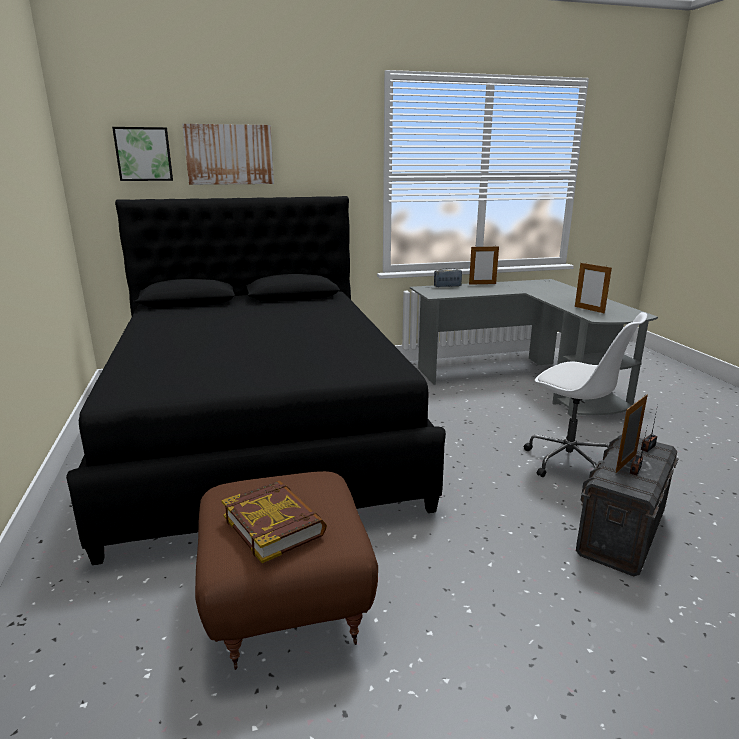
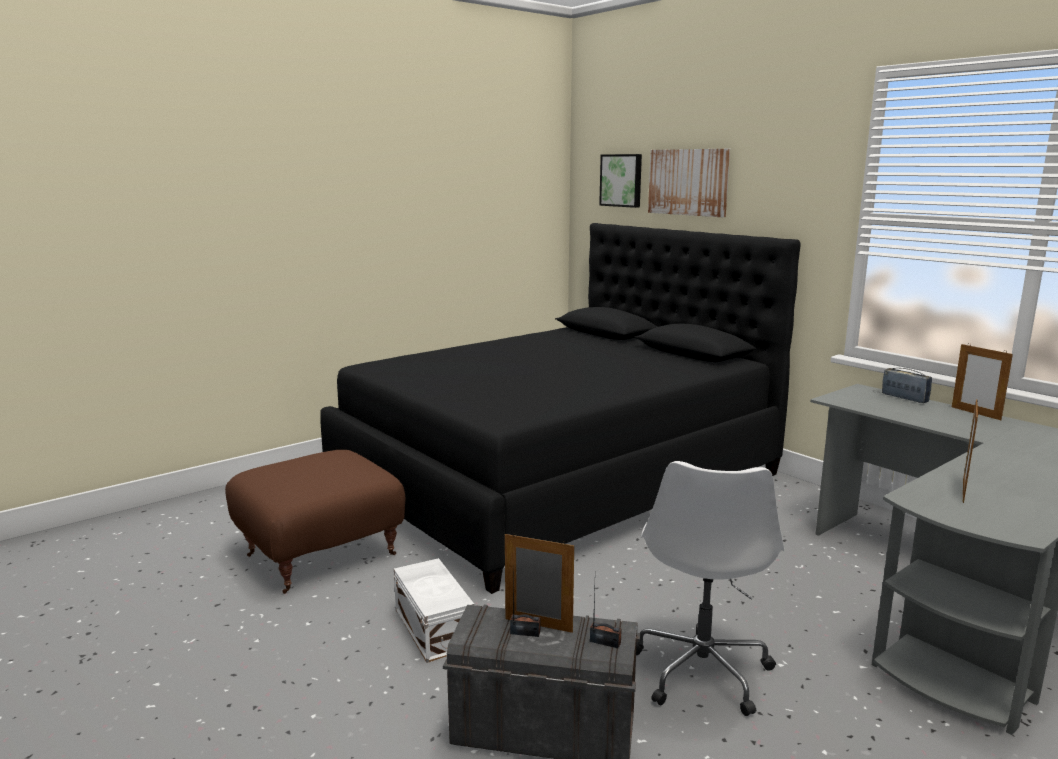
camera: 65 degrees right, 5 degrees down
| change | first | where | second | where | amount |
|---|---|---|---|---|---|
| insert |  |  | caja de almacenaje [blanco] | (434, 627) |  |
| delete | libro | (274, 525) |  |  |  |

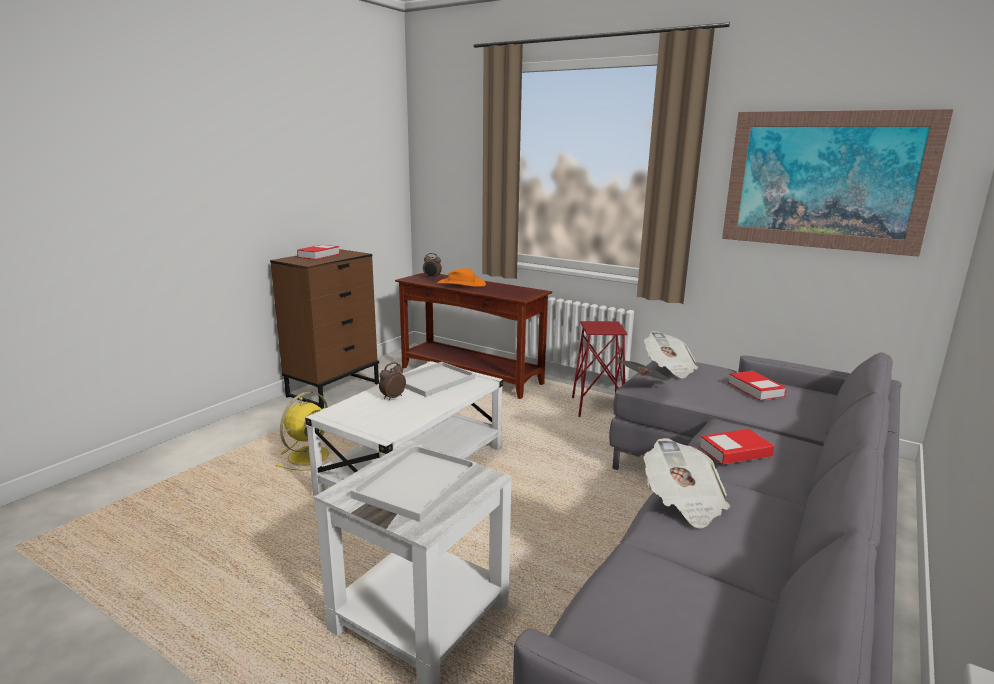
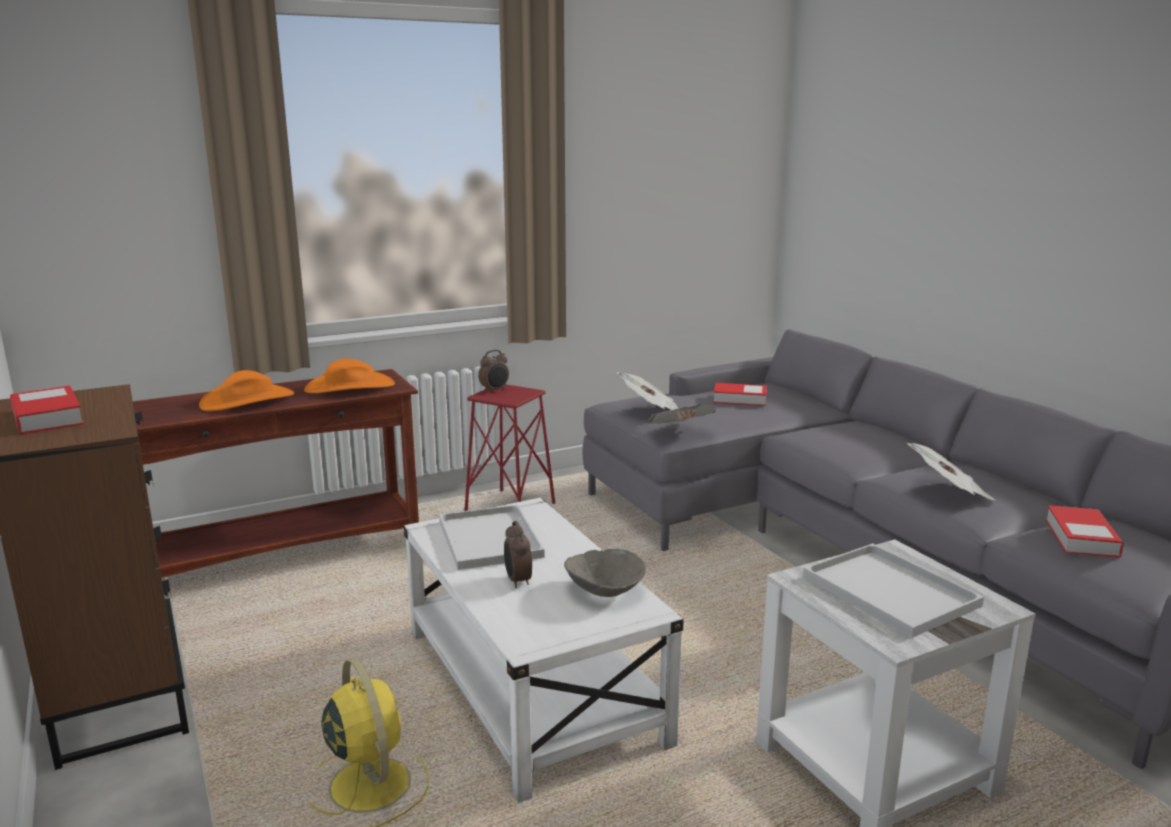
camera: 60 degrees left, 0 degrees up
| change | first | where | second | where | amount |
|---|---|---|---|---|---|
| insert |  |  | sombrero [naranja] | (350, 387) |  |
| move | despertador | (432, 278) |  | (494, 390) |  |
| insert |  |  | cuenco [gris] | (604, 591) |  |
| move | libro | (735, 452) |  | (1081, 538) |  |
| delete | cuadro | (825, 181) |  |  |  |

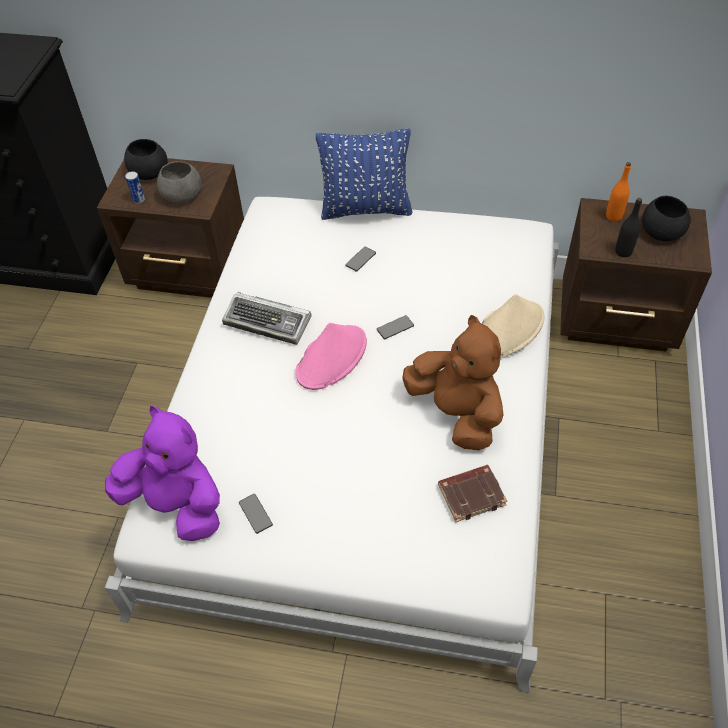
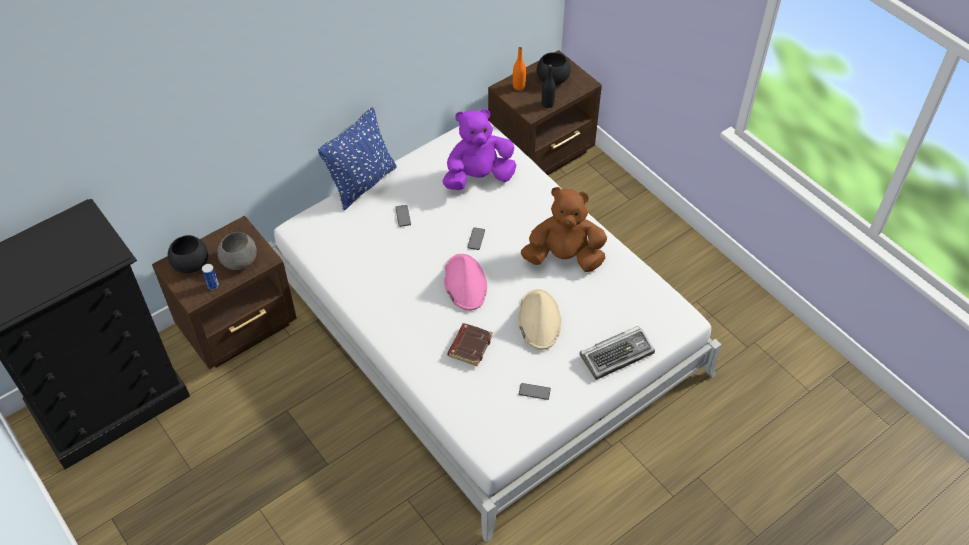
camera: 50 degrees left, 0 degrees up
| change | first | where | second | where | amount |
|---|---|---|---|---|---|
| move | peluche [morado] | (177, 504) |  | (478, 177) |  |
| move | libro [marrón] | (471, 494) |  | (469, 346) |  |
| move | sombrero [beis] | (509, 329) |  | (539, 320) |  |
| move | teclado | (268, 322) |  | (617, 355) |  |

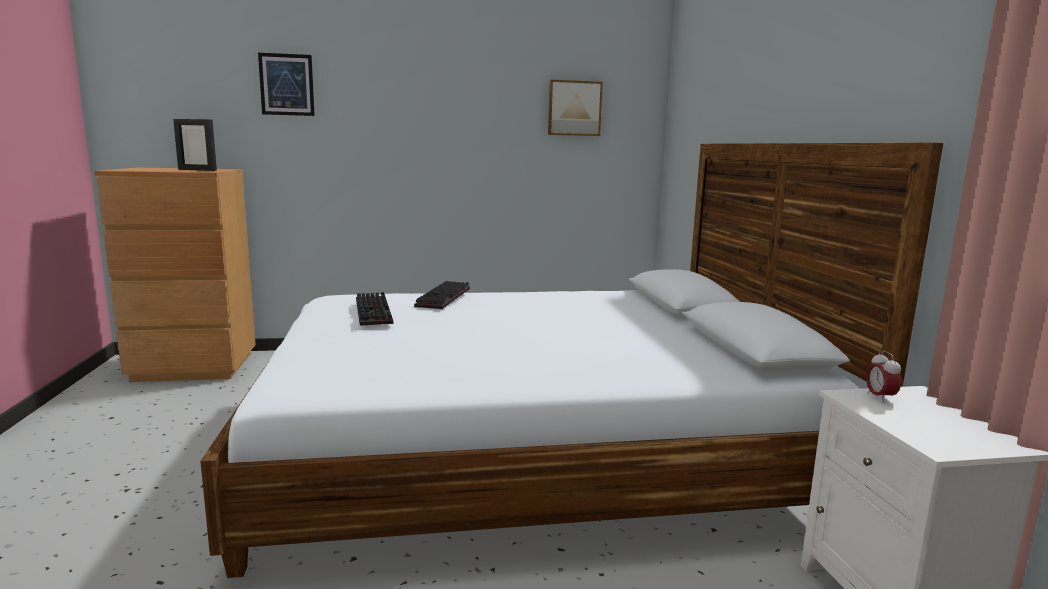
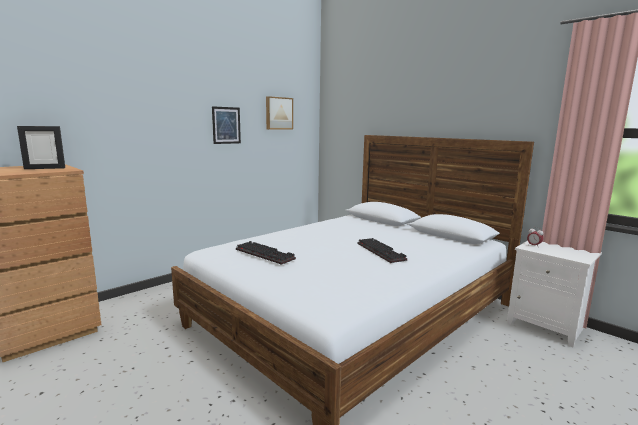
camera: 35 degrees left, 0 degrees up
| change | first | where | second | where | amount |
|---|---|---|---|---|---|
| move | cuadro | (286, 84) |  | (226, 125) |  |
| move | teclado | (445, 298) |  | (382, 252) |  |

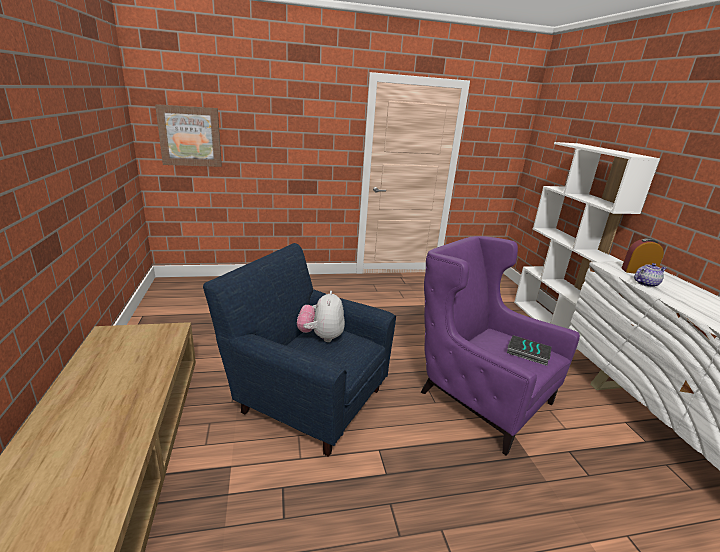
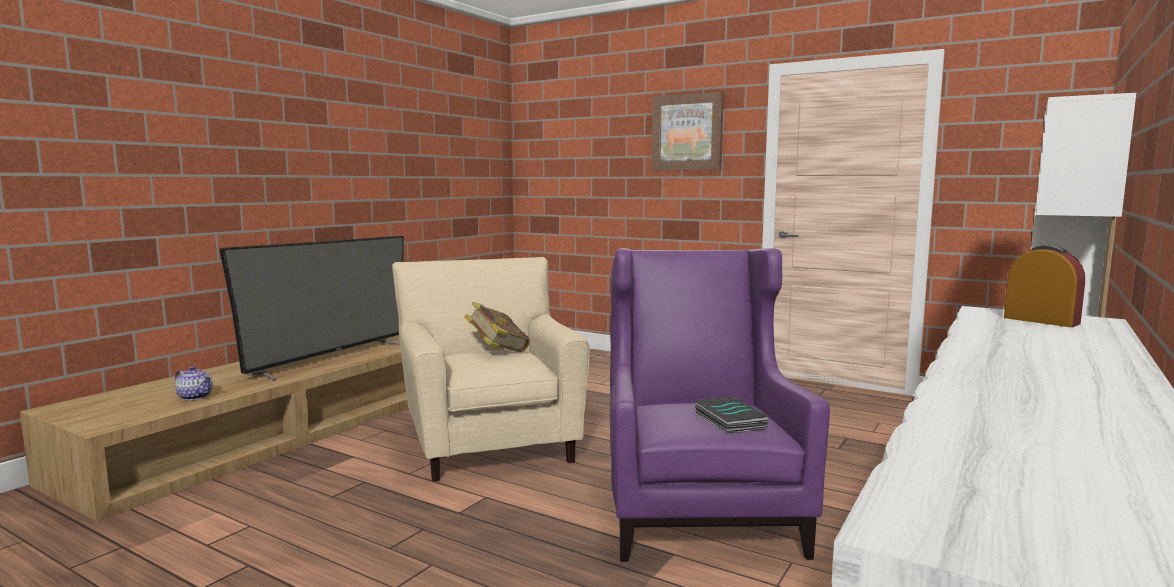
camera: 45 degrees right, 15 degrees down
| change | first | where | second | where | amount |
|---|---|---|---|---|---|
| move | tetera | (645, 283) |  | (195, 397) |  |
| insert |  |  | televisor | (331, 358) |  |
| recolor | sillón [azul] | (308, 399) | sillón [beis] | (490, 444) |  |
| replace | peluche | (321, 336) | libro | (497, 351) |  |
| move | cuadro | (190, 136) |  | (687, 132) |  |

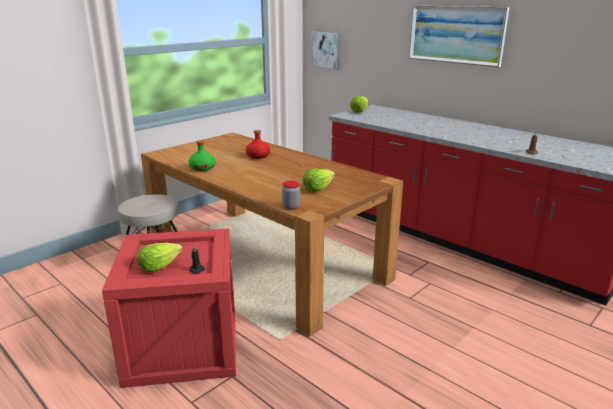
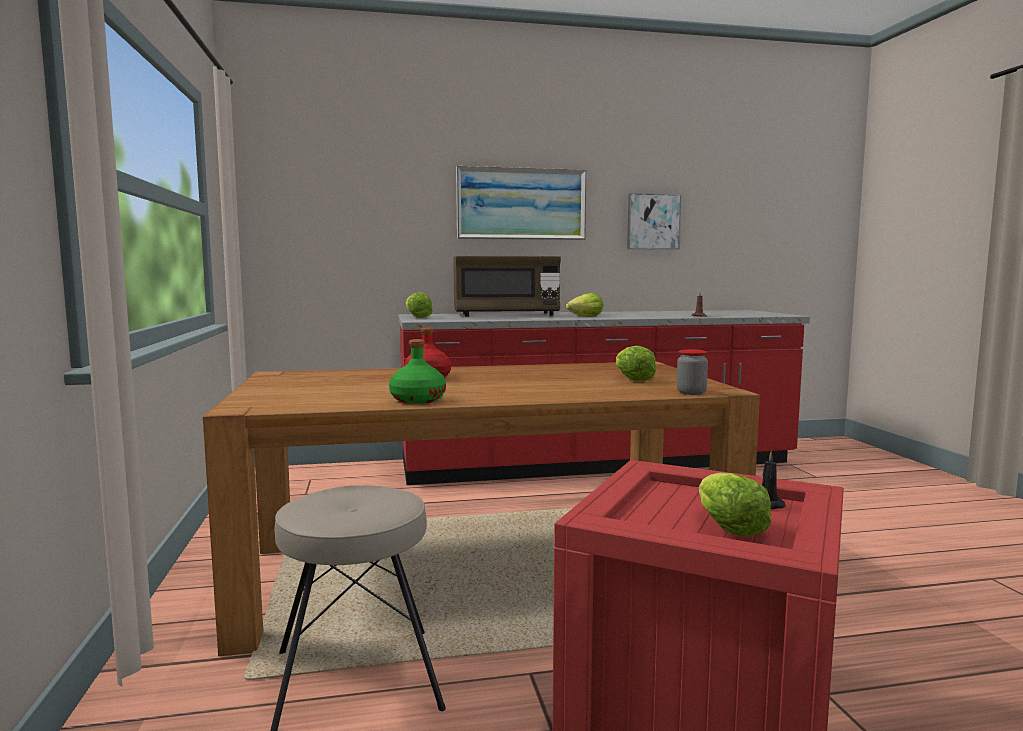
camera: 55 degrees left, 15 degrees down
| change | first | where | second | where | amount |
|---|---|---|---|---|---|
| insert |  |  | microondas [marrón] | (505, 315) |  |
| insert |  |  | lechuga | (585, 317) |  |
| move | cuadro | (326, 50) |  | (653, 221) |  |

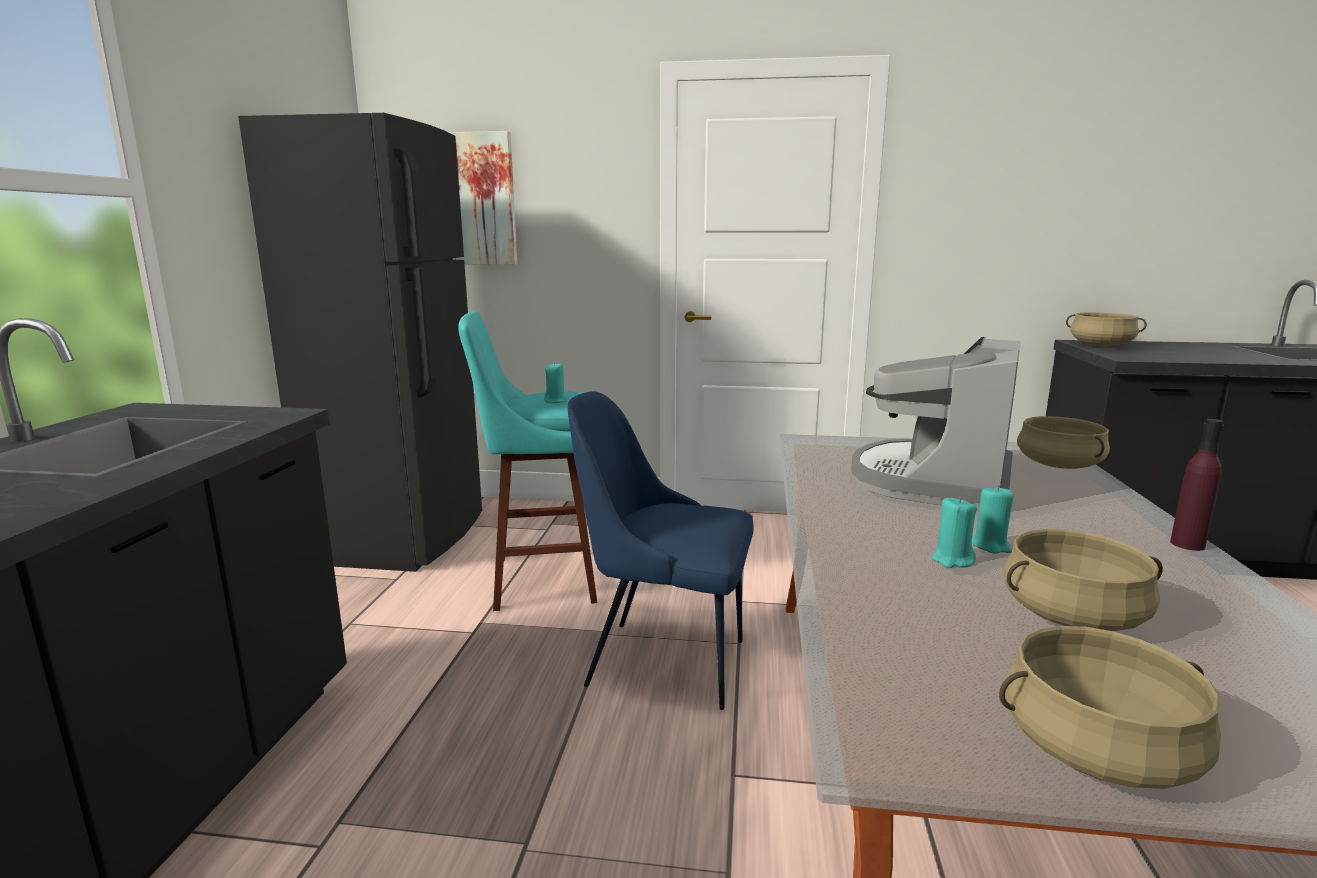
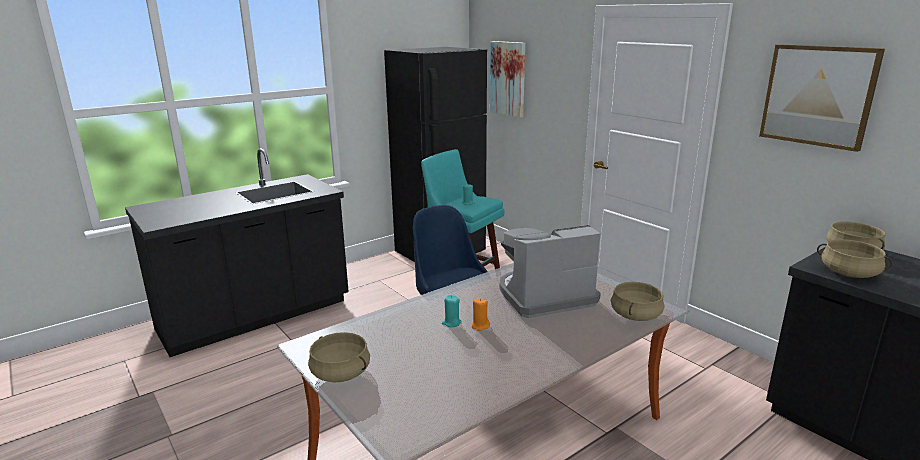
camera: 45 degrees right, 5 degrees up
| change | first | where | second | where | amount |
|---|---|---|---|---|---|
| recolor | vela [turquesa] | (991, 546) | vela [naranja] | (480, 326) |  |
| insert |  |  | cuadro | (818, 95) |  |
| move | olla [beis] | (1072, 617) |  | (849, 273) |  |
| delete | botella [morado] | (1187, 544) |  |  |  |

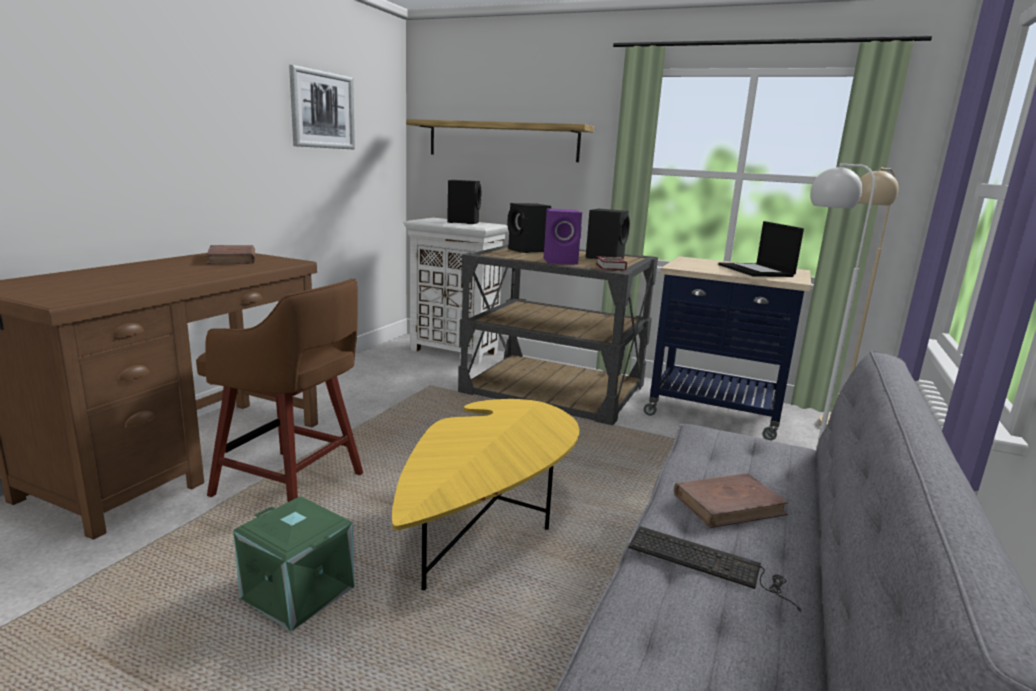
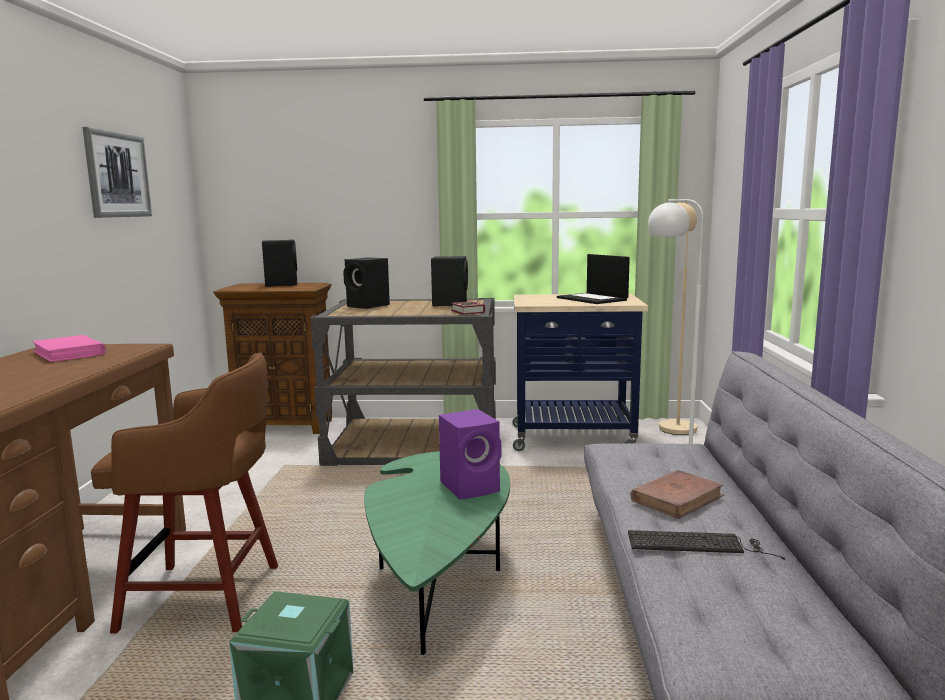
camera: 20 degrees left, 5 degrees down
| change | first | where | second | where | amount |
|---|---|---|---|---|---|
| recolor | libro [marrón] | (232, 259) | libro [rosa] | (69, 353) |  |
| recolor | armario [blanco] | (455, 351) | armario [marrón] | (286, 426) |  |
| recolor | mesa de centro [amarillo] | (488, 521) | mesa de centro [verde] | (439, 578) |  |
| move | altavoz [morado] | (561, 261) |  | (472, 487) |  |
| delete | estante | (502, 141) |  |  |  |

